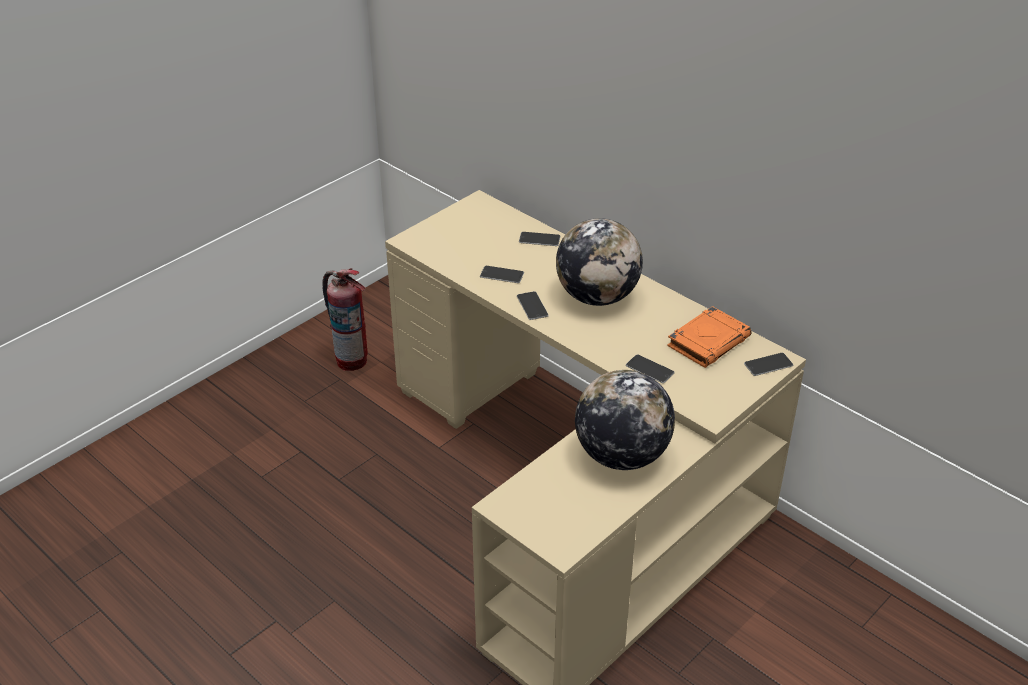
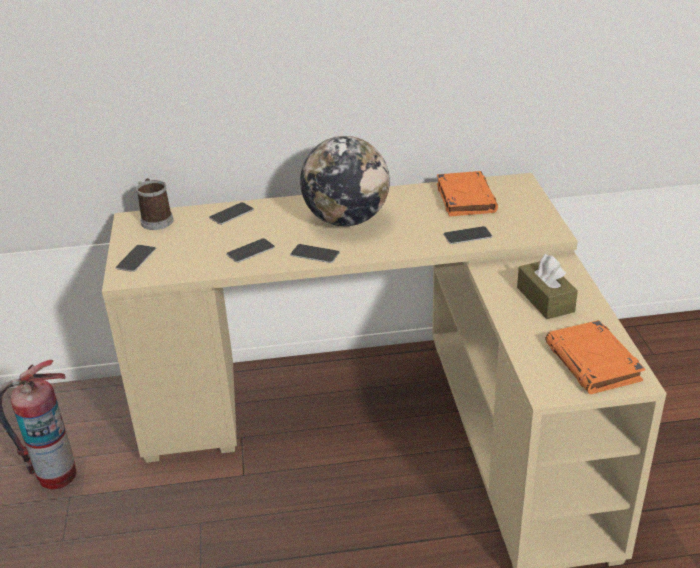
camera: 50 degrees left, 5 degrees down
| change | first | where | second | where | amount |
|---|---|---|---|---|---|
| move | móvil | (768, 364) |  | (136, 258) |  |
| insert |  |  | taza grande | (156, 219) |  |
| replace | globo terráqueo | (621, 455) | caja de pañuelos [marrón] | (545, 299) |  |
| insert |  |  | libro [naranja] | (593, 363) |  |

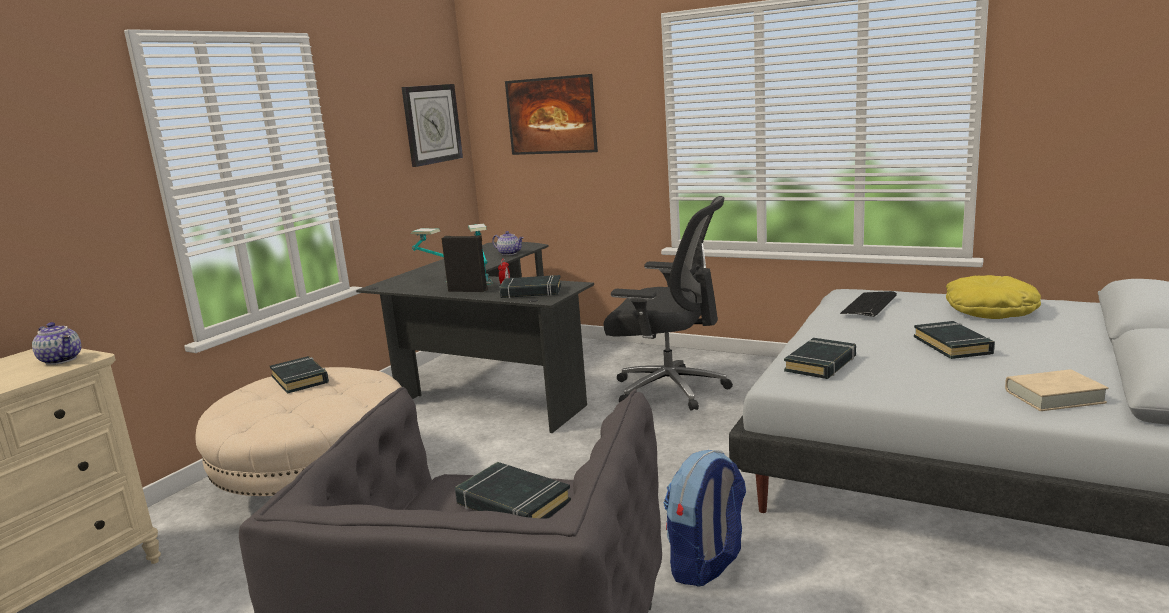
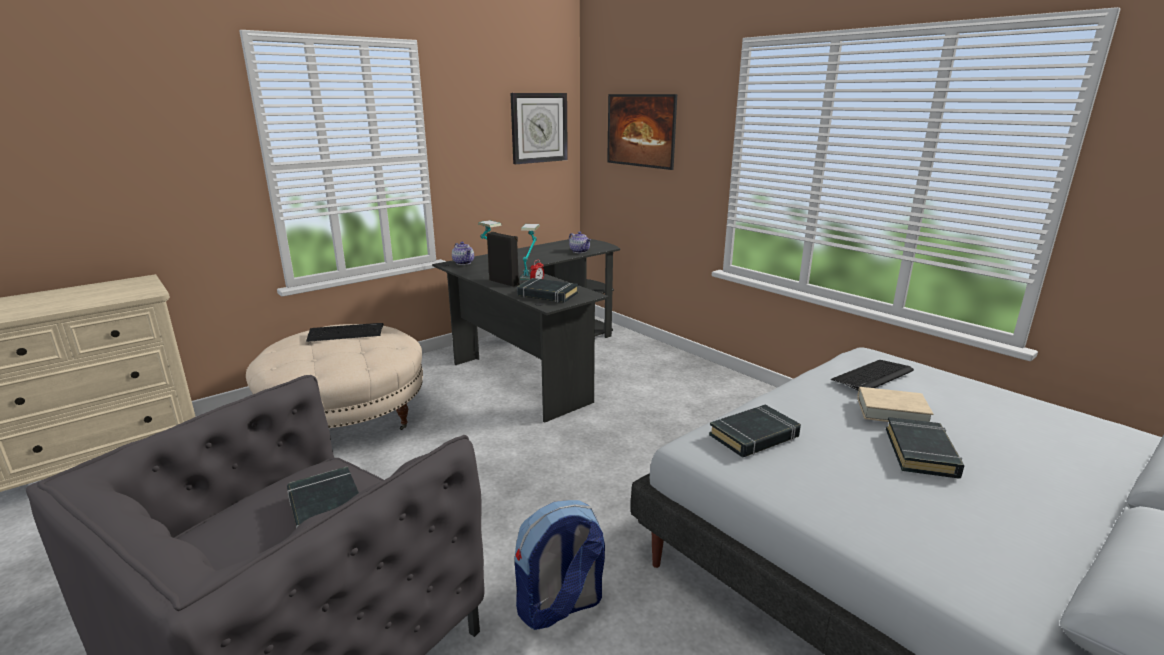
camera: 20 degrees right, 5 degrees up
| change | first | where | second | where | amount |
|---|---|---|---|---|---|
| replace | libro [negro] | (300, 379) | teclado | (345, 333) |  |
| move | tetera | (62, 360) |  | (464, 263) |  |
| move | libro [beis] | (1054, 396) |  | (892, 411) |  |
| delete | silla de oficina | (668, 390) |  |  |  |
| delete | cojín [amarillo] | (991, 311) |  |  |  |

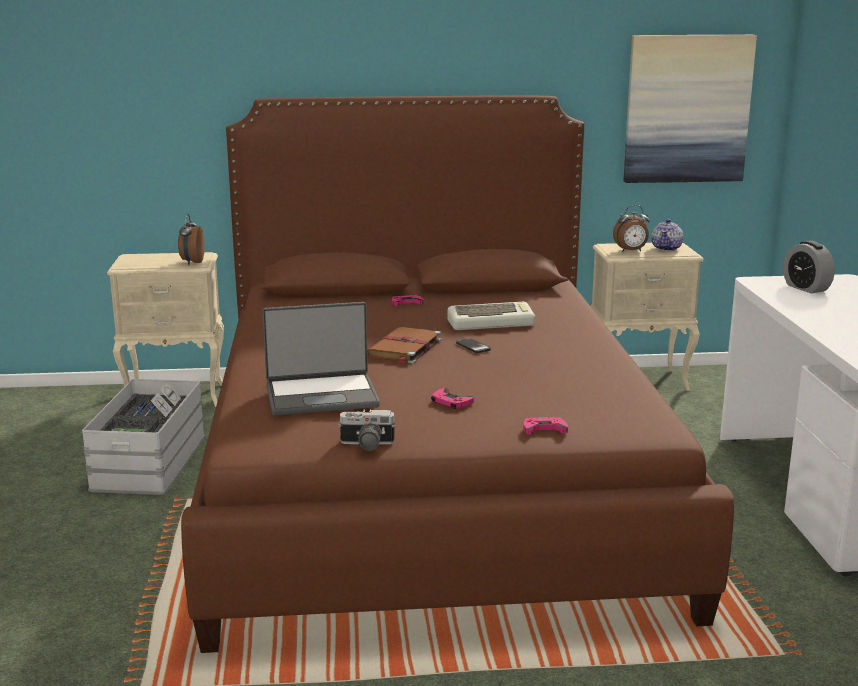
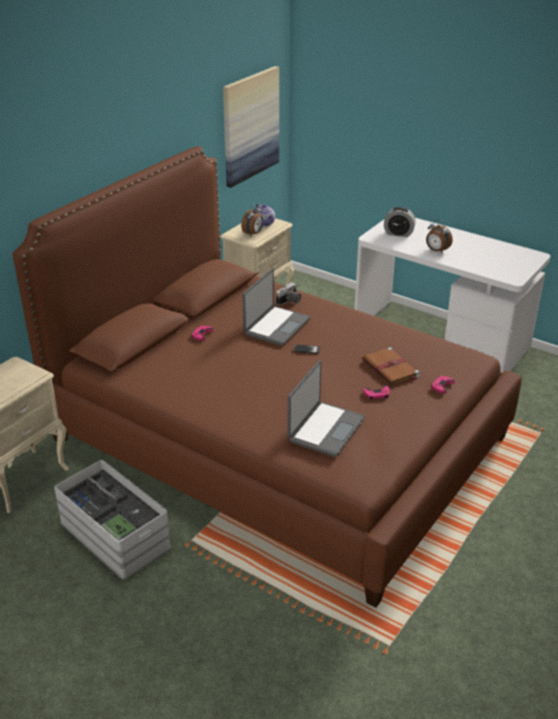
camera: 50 degrees left, 15 degrees up
| change | first | where | second | where | amount |
|---|---|---|---|---|---|
| replace | teclado | (491, 323) | portátil | (276, 326) |  |
| move | cámara | (366, 445) |  | (289, 301) |  |
| move | libro [marrón] | (404, 348) |  | (391, 369) |  |
| move | despertador | (192, 262) |  | (436, 251) |  |

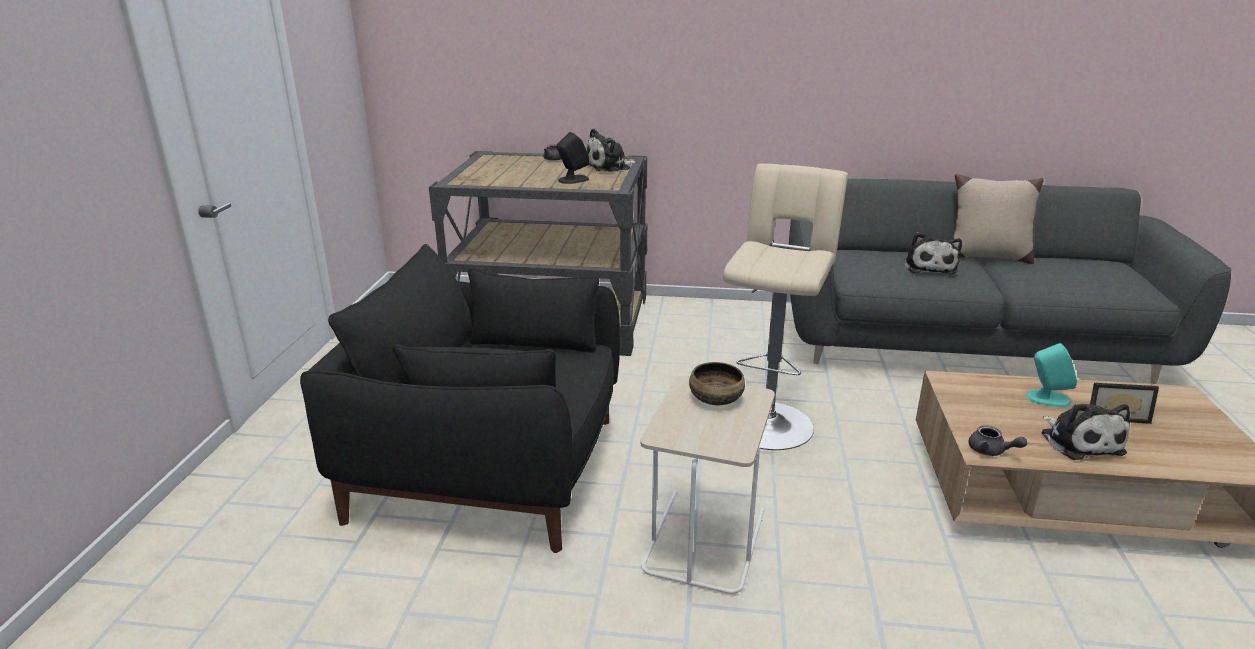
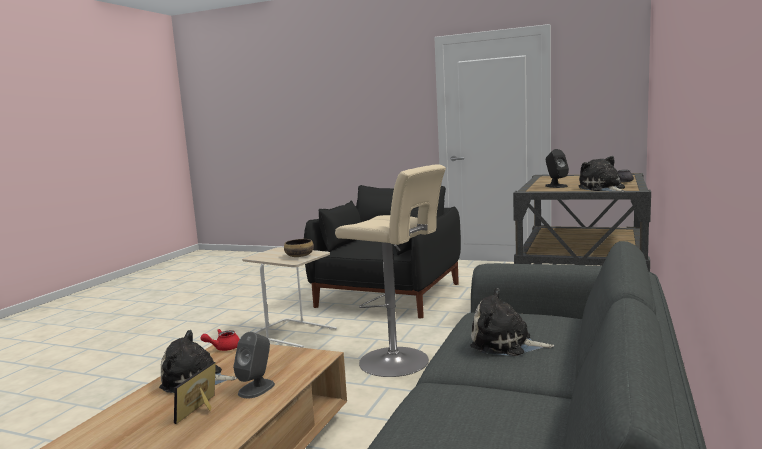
camera: 105 degrees right, 15 degrees down
| change | first | where | second | where | amount |
|---|---|---|---|---|---|
| recolor | tetera [gris] | (991, 451) | tetera [rojo] | (223, 348) |  |
| recolor | altavoz [turquesa] | (1047, 399) | altavoz [gris] | (256, 388) |  |
| delete | cojín [beis] | (986, 256) |  |  |  |

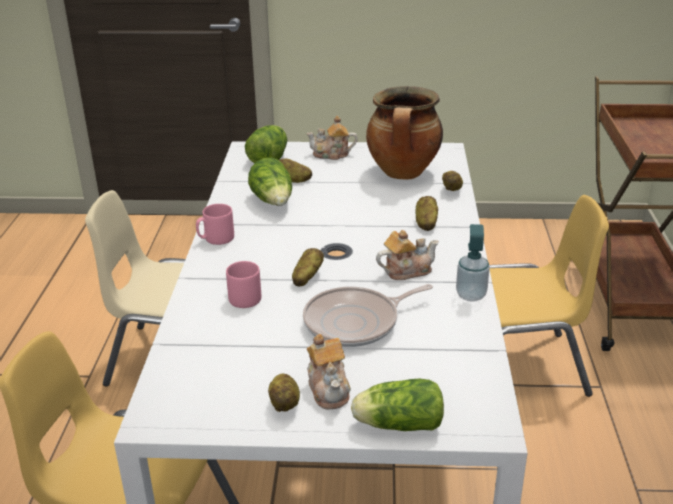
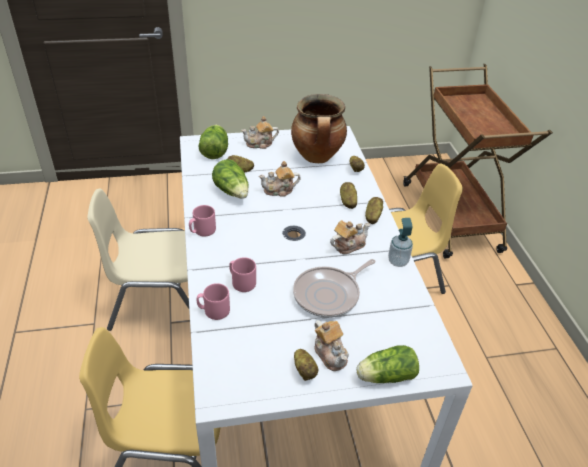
camera: 15 degrees left, 10 degrees up
| change | first | where | second | where | amount |
|---|---|---|---|---|---|
| insert |  |  | taza grande [rosa] | (213, 310) |  |
| insert |  |  | tetera | (279, 190) |  |
| move | patata | (307, 278) |  | (372, 217) |  |

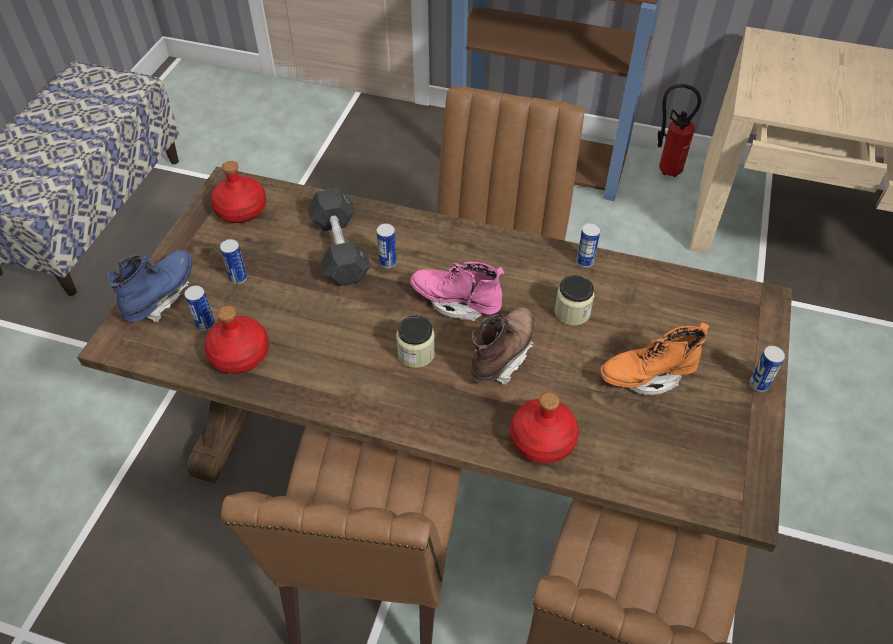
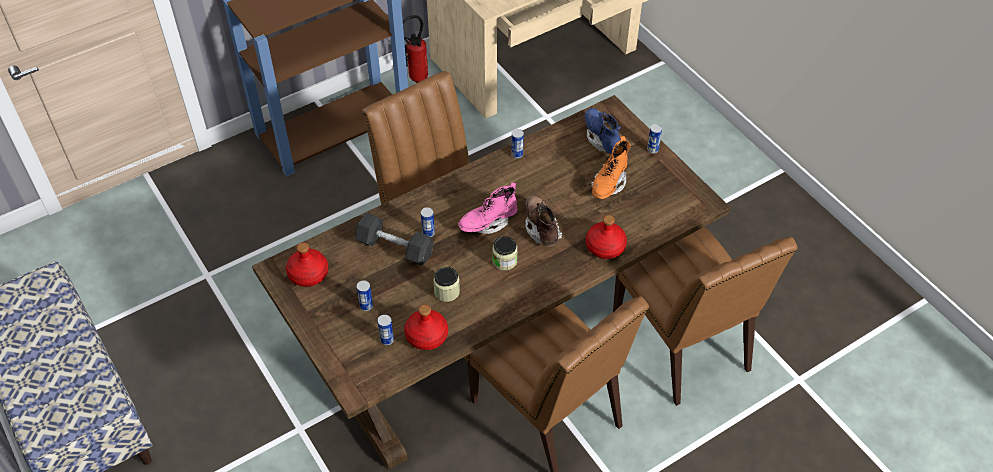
camera: 50 degrees left, 0 degrees up
| change | first | where | second | where | amount |
|---|---|---|---|---|---|
| move | tarro | (572, 312) |  | (447, 292) |  |
| move | bota [azul] | (161, 296) |  | (602, 138) |  |

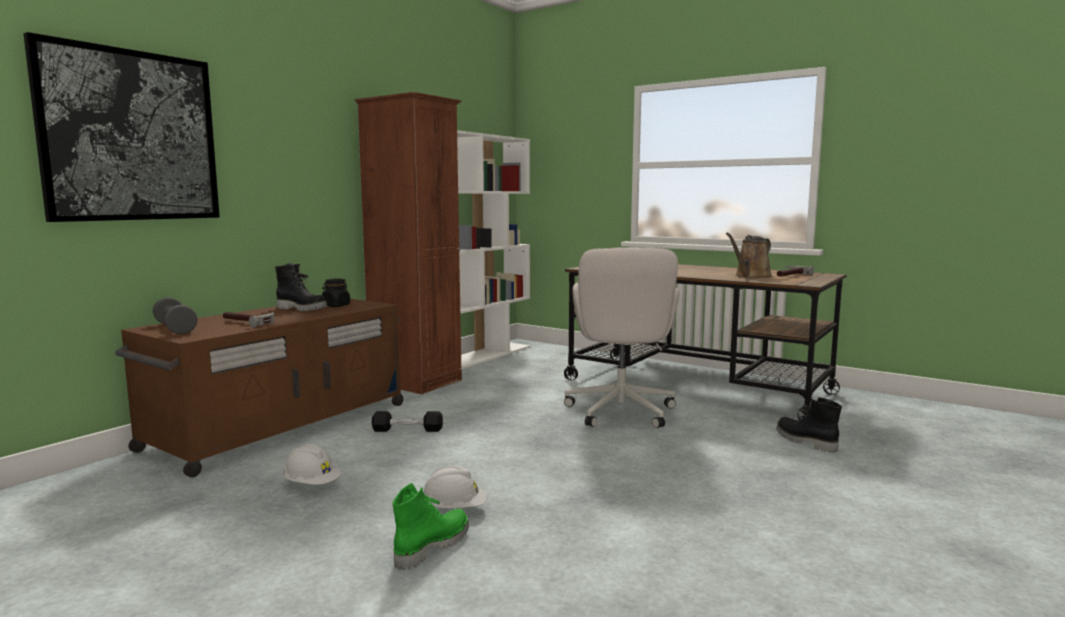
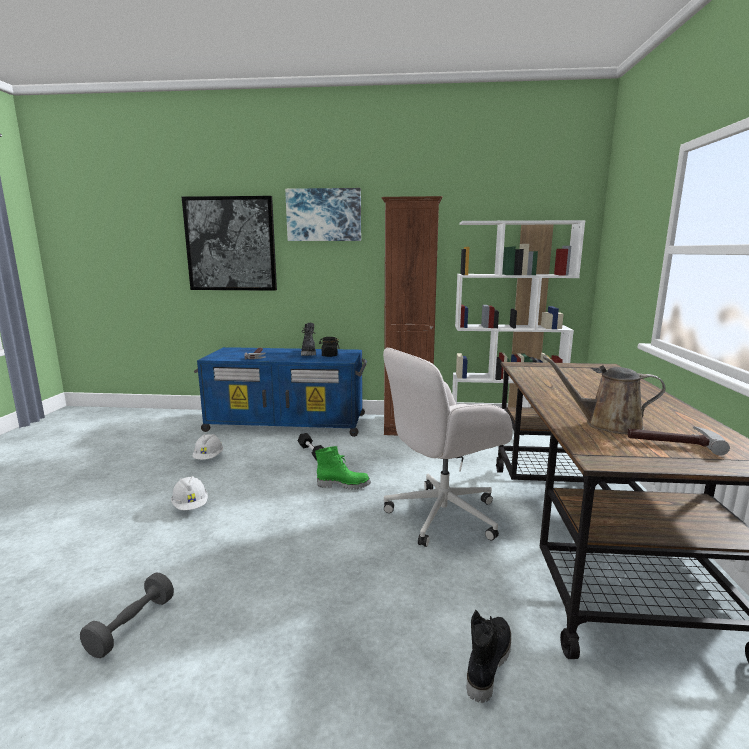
camera: 60 degrees right, 5 degrees up
| change | first | where | second | where | amount |
|---|---|---|---|---|---|
| move | mancuerna [gris] | (175, 328) |  | (132, 626) |  |
| recolor | armario [marrón] | (282, 426) | armario [azul] | (287, 423) |  |
| insert |  |  | cuadro | (324, 215) |  |
| move | bota [verde] | (431, 547) |  | (343, 485) |  |

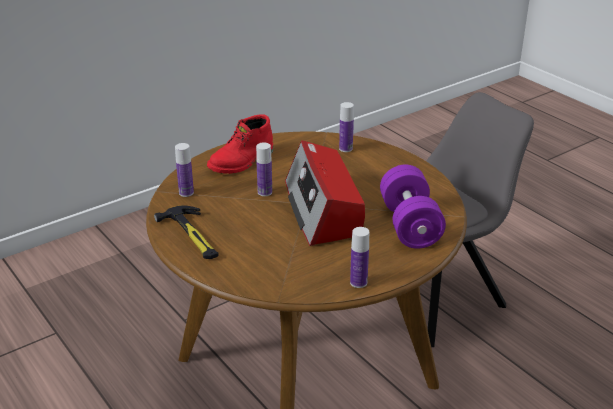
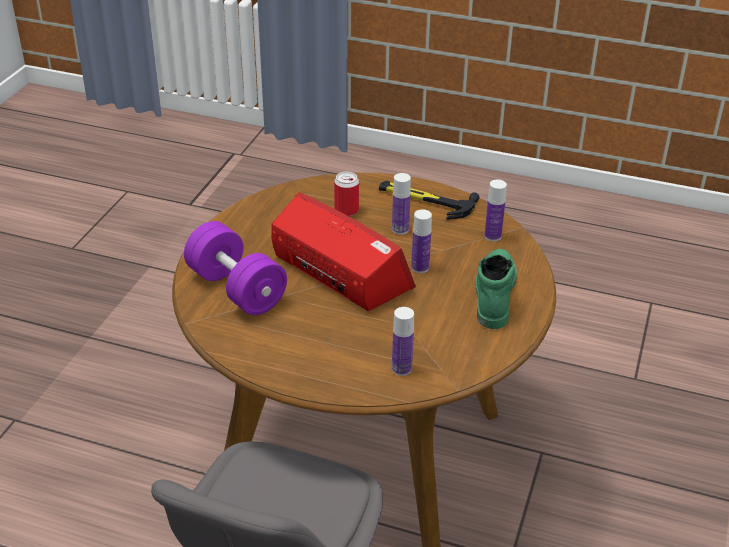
camera: 145 degrees right, 5 degrees up
| change | first | where | second | where | amount |
|---|---|---|---|---|---|
| insert |  |  | lata | (346, 210) |  |
| move | botella | (358, 282) |  | (400, 229) |  |
| recolor | bota [rojo] | (242, 162) | bota [verde] | (493, 295) |  |

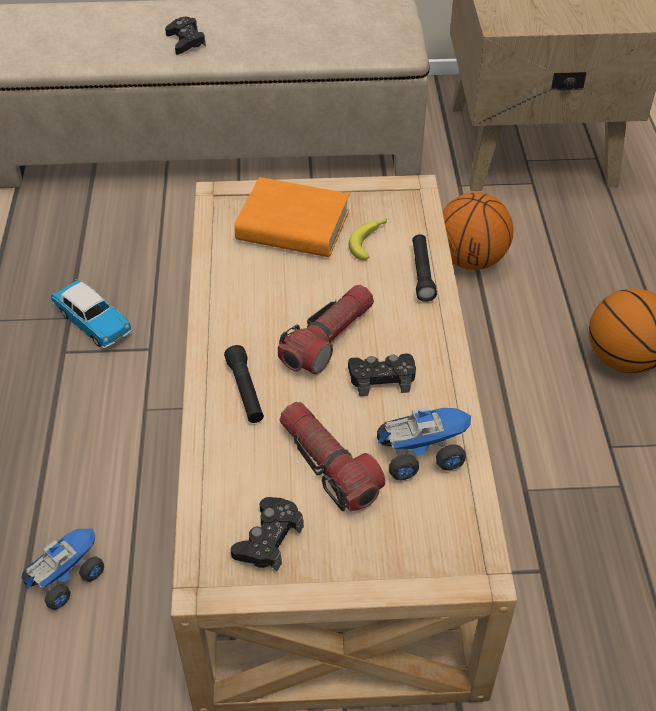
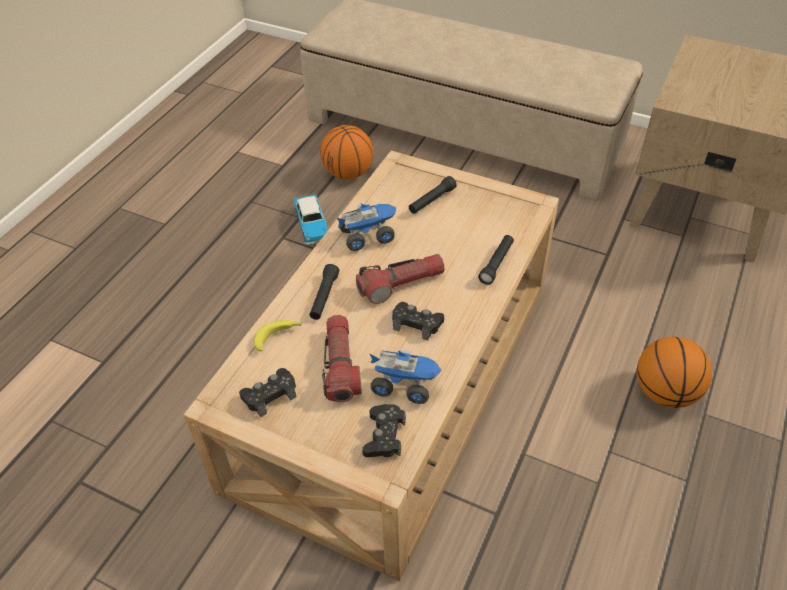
camera: 30 degrees right, 0 degrees up
| change | first | where | second | where | amount |
|---|---|---|---|---|---|
| move | plátano | (370, 241) |  | (279, 336) |  |
| move | balón de baloncesto | (470, 260) |  | (348, 173) |  |
| move | camión de juguete | (66, 576) |  | (367, 236) |  |
| move | mando de consola [negro] | (186, 41) |  | (384, 436) |  |
| replace | libro [naranja] | (293, 226) | linterna [negro] | (432, 200) |  |

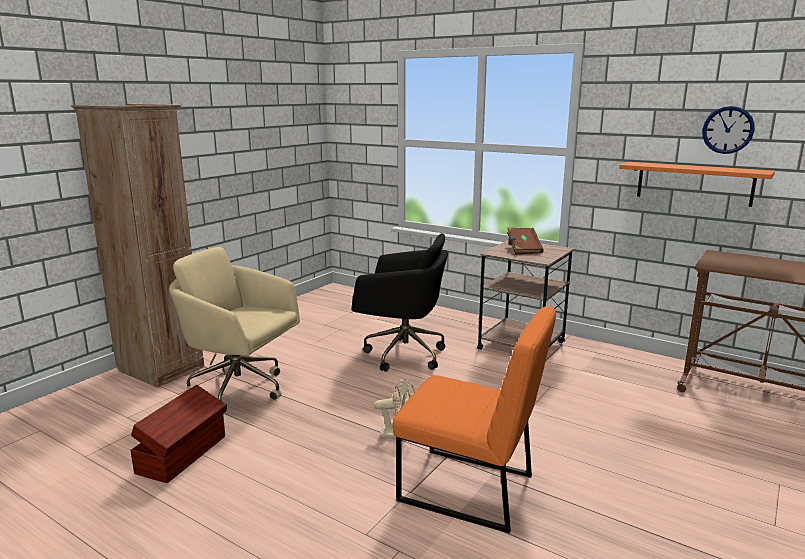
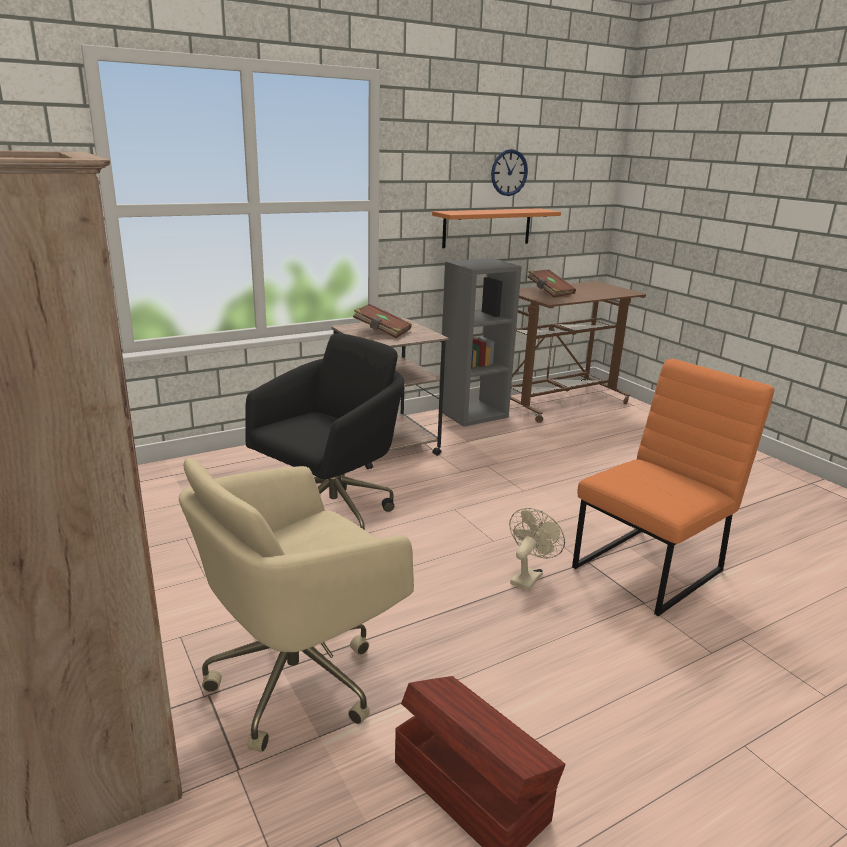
camera: 65 degrees left, 5 degrees up
| change | first | where | second | where | amount |
|---|---|---|---|---|---|
| insert |  |  | estantería [gris] | (473, 413) |  |
| insert |  |  | libro [marrón] | (549, 292) |  |

